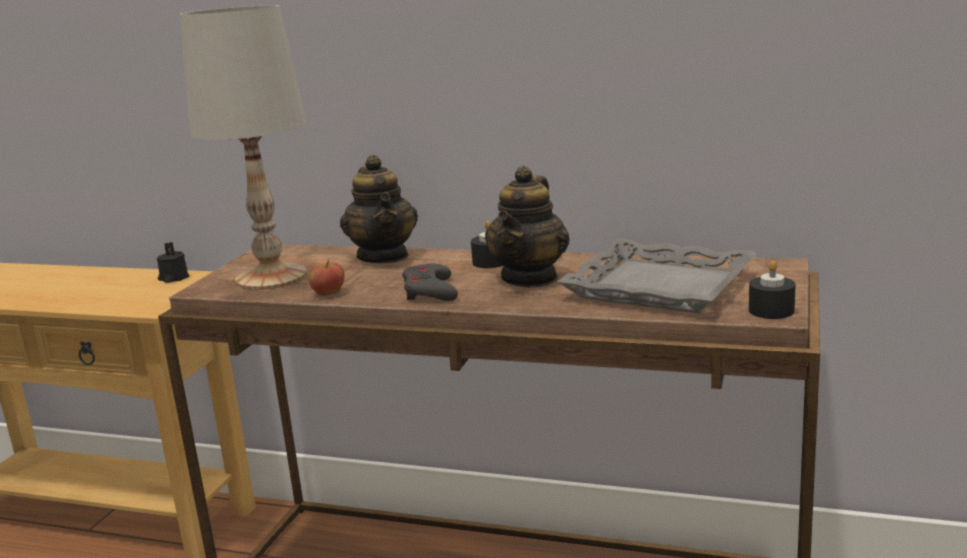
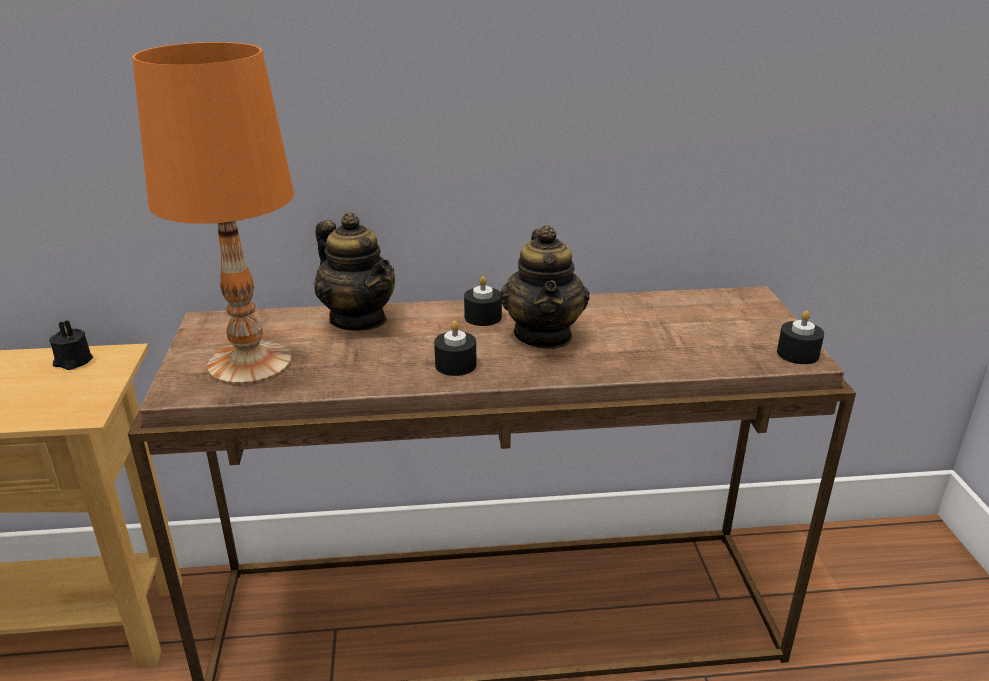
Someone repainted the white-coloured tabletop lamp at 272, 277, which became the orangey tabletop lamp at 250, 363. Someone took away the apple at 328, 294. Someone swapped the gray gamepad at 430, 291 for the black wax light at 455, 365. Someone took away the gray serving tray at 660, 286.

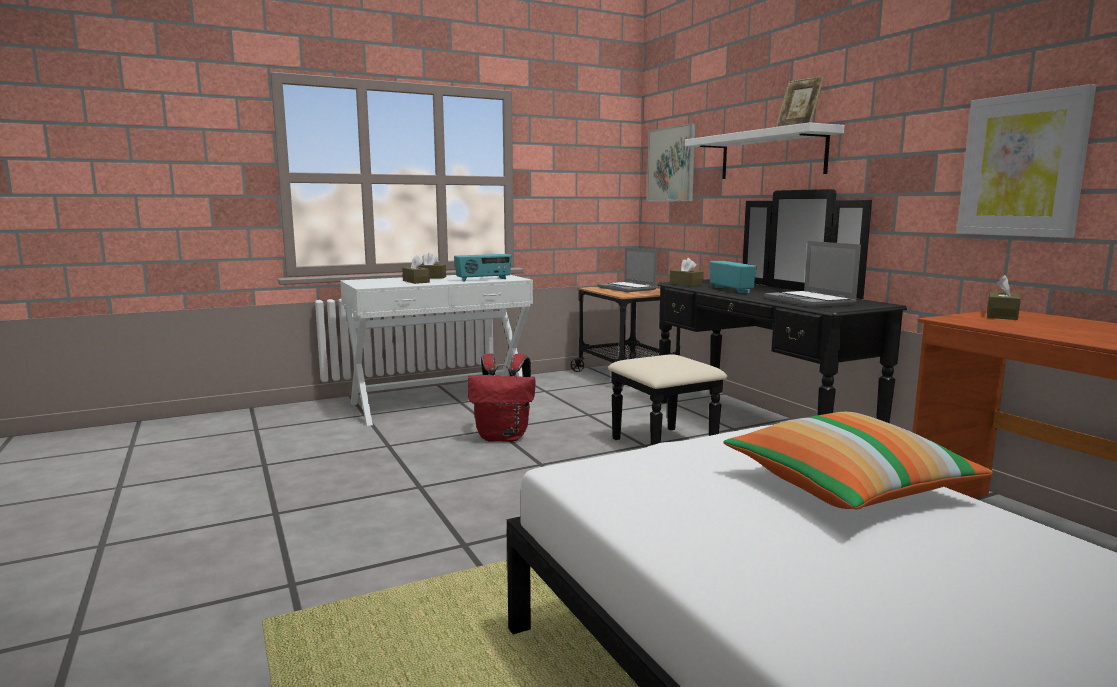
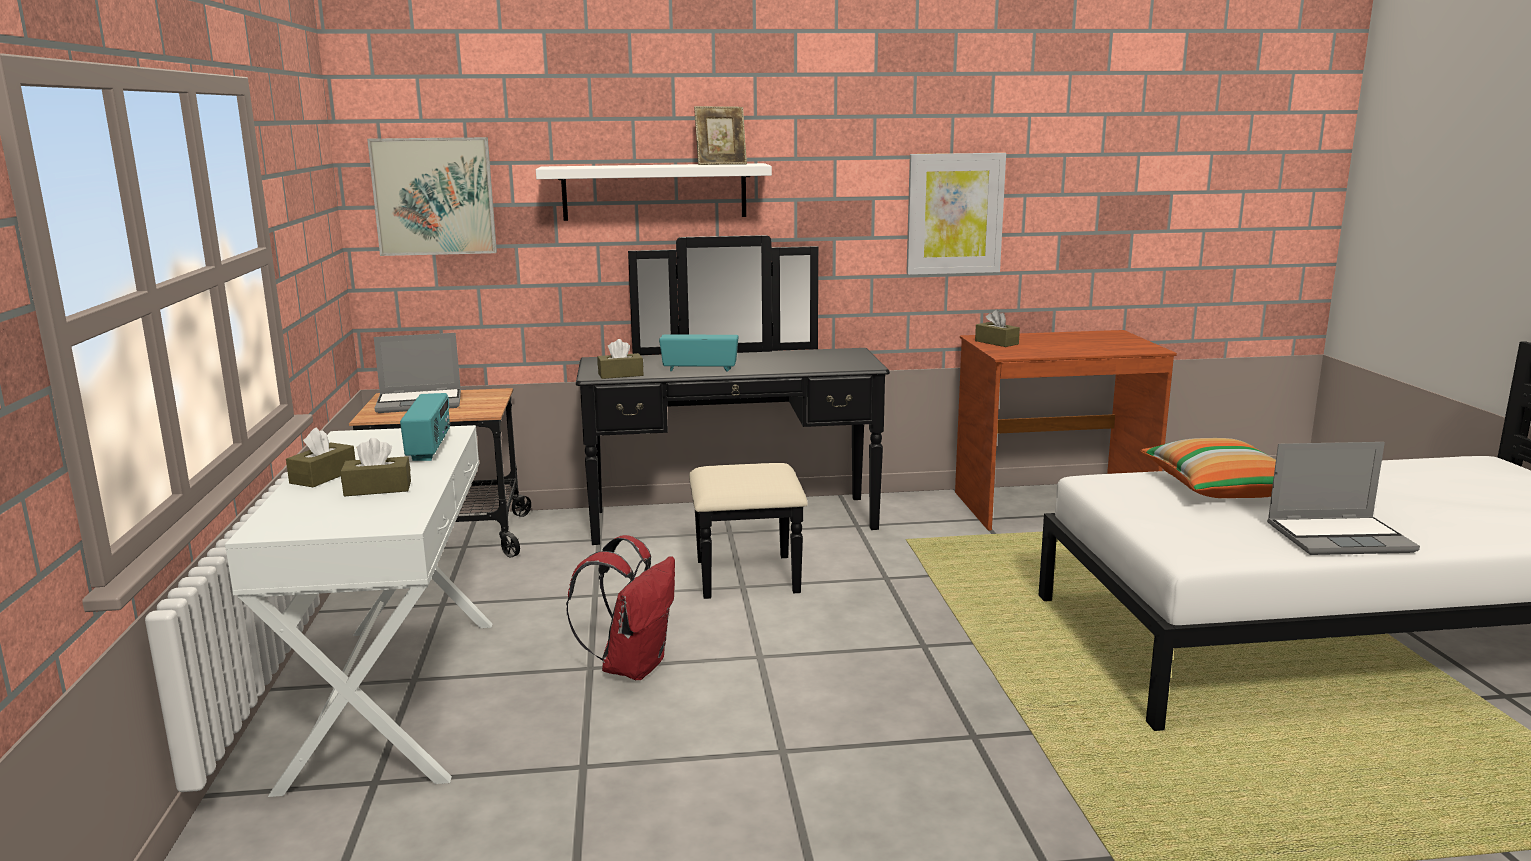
Someone carried the laptop from 810, 301 to 1340, 537.

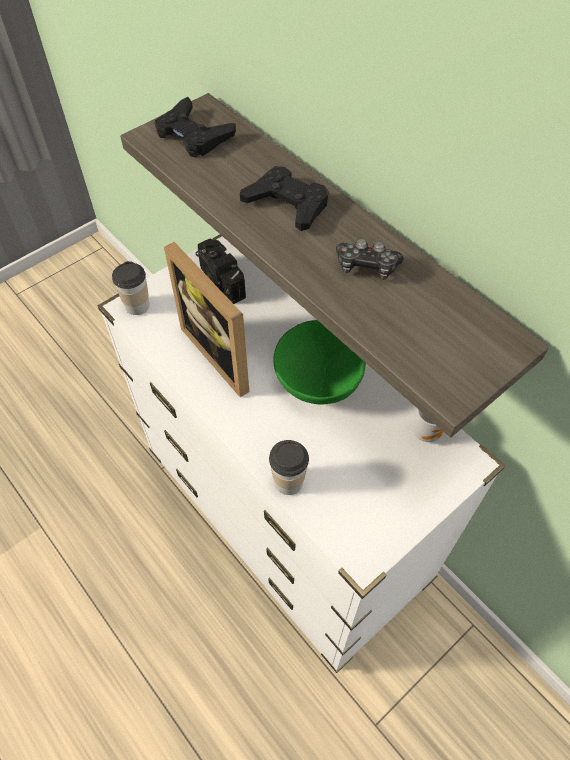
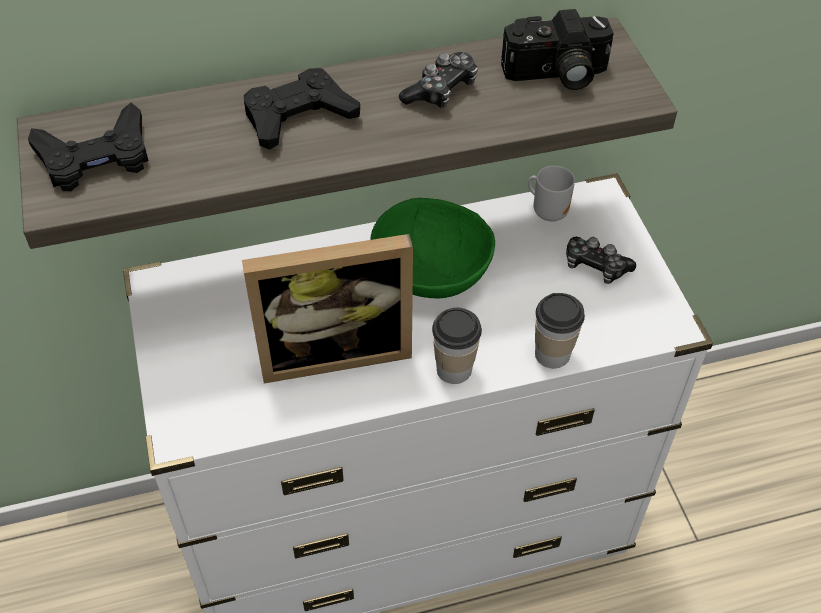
Someone carried the cup from 137, 306 to 454, 369. Someone carried the photo camera from 215, 283 to 556, 75. Someone put down the gamepad at 595, 266.

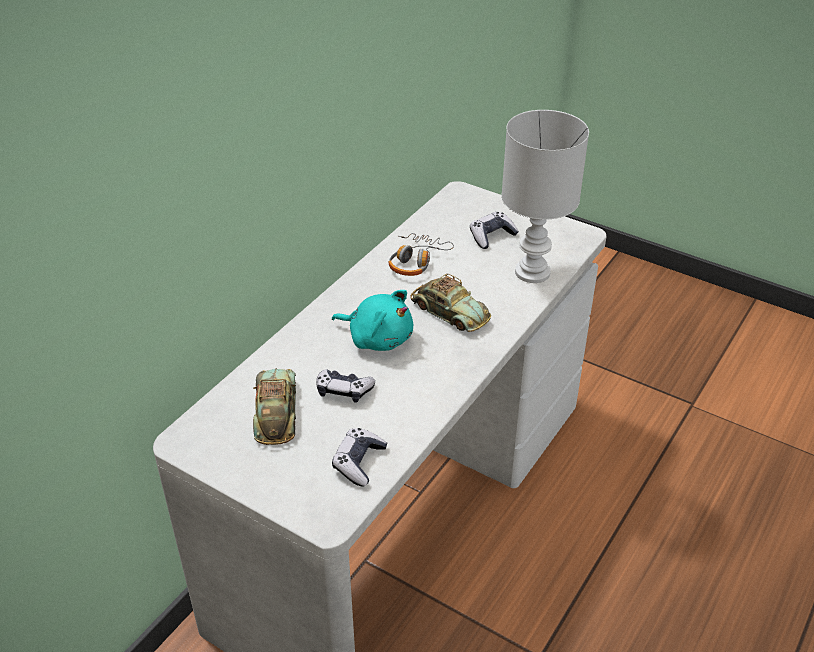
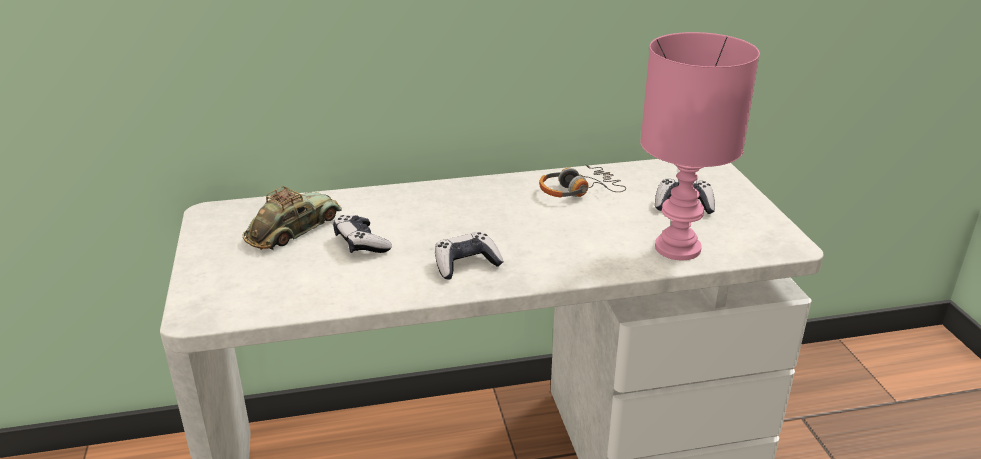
Someone took away the blue-green cuddly toy at 378, 338. Someone carried the gamepad from 359, 462 to 466, 264. Someone took away the model car at 449, 312. Someone repainted the white-coloured tabletop lamp at 532, 271, which became the pink-coloured tabletop lamp at 679, 248.

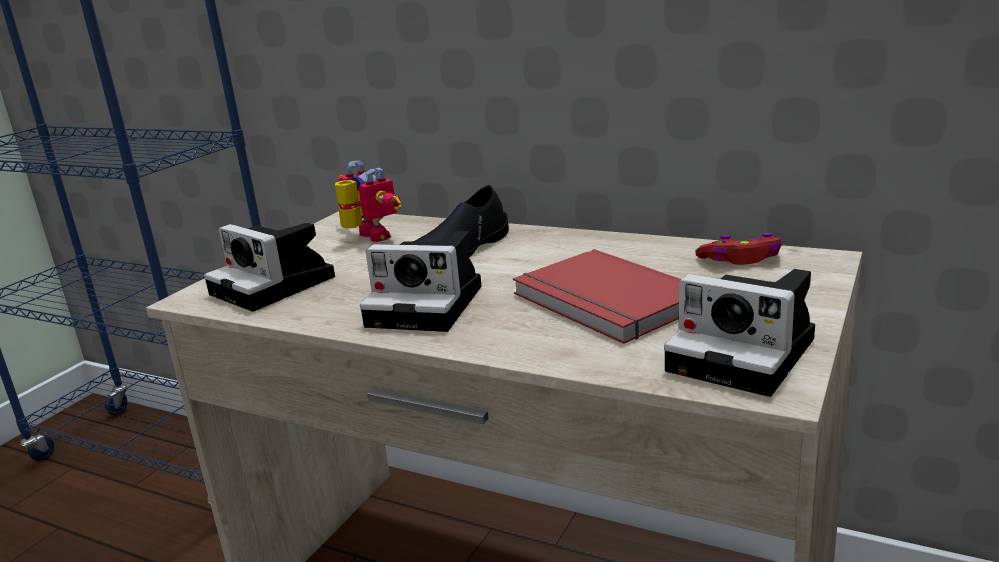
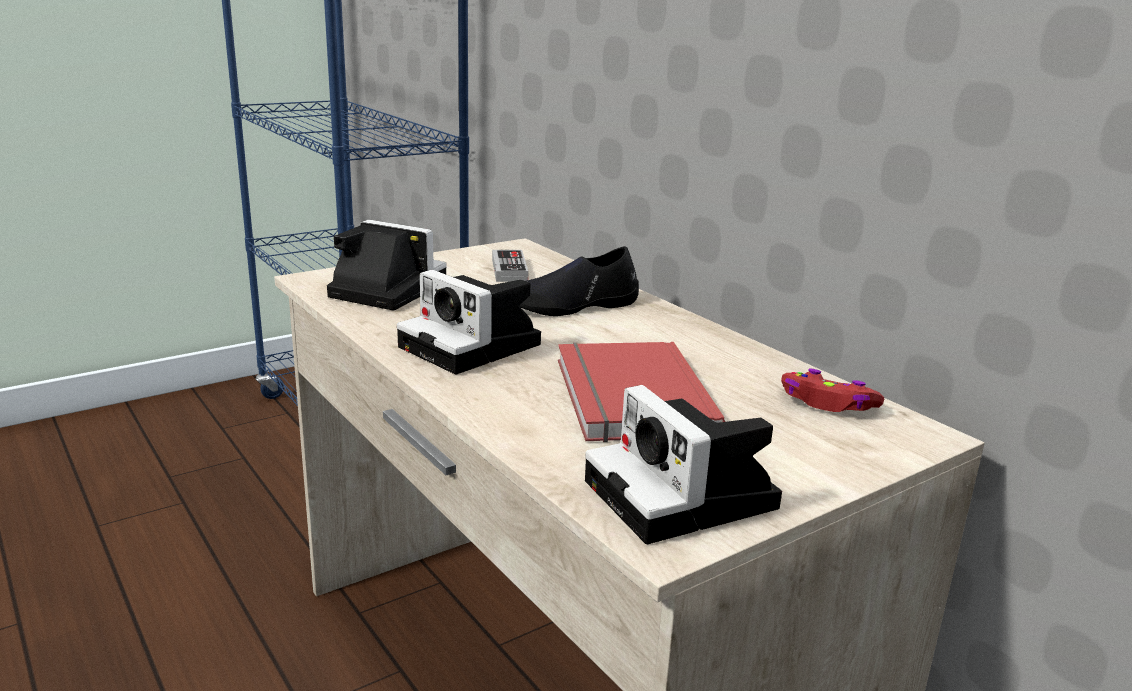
Someone rotated the photo camera at 277, 286 by 135 degrees clockwise. Someone swapped the toy robot at 367, 238 for the gamepad at 509, 270.

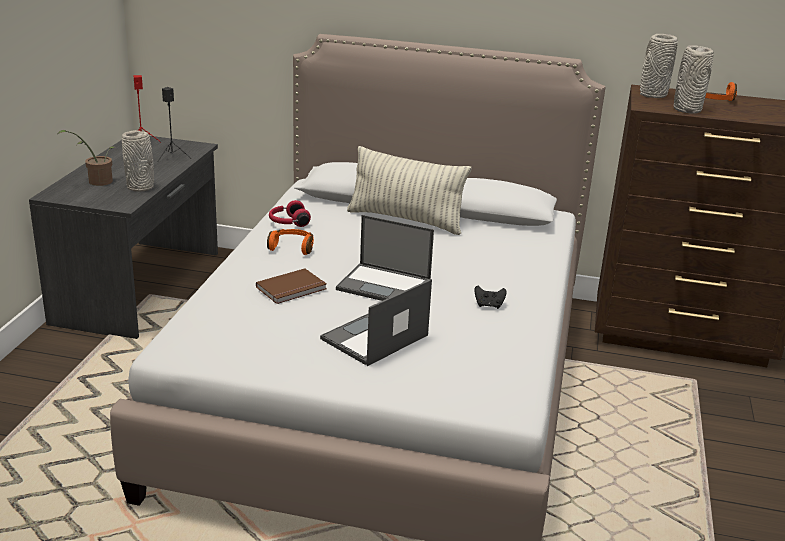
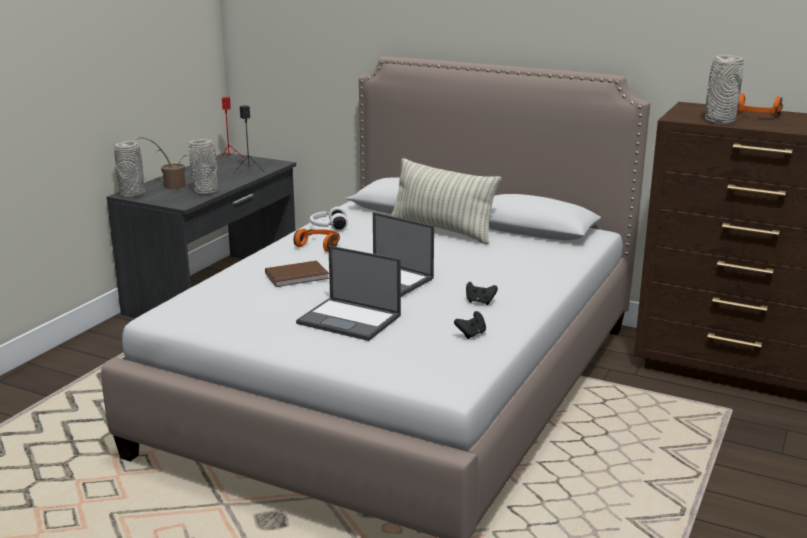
Someone repainted the red-coloured headphones at 288, 223, which became the white-coloured headphones at 328, 227. Someone rotated the laptop at 374, 338 by 120 degrees counterclockwise. Someone carried the gray vase from 652, 94 to 132, 194. Someone put down the black gamepad at 471, 334.

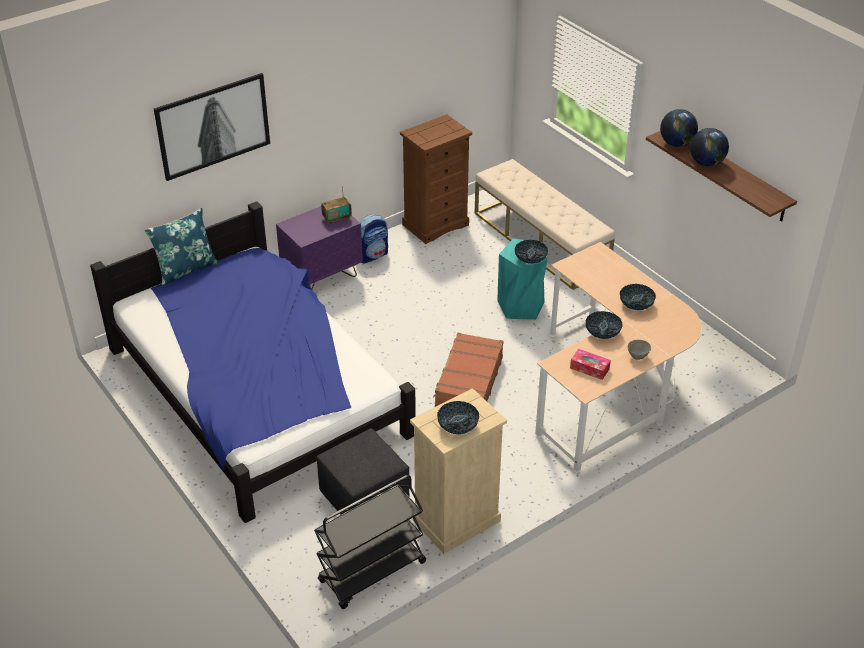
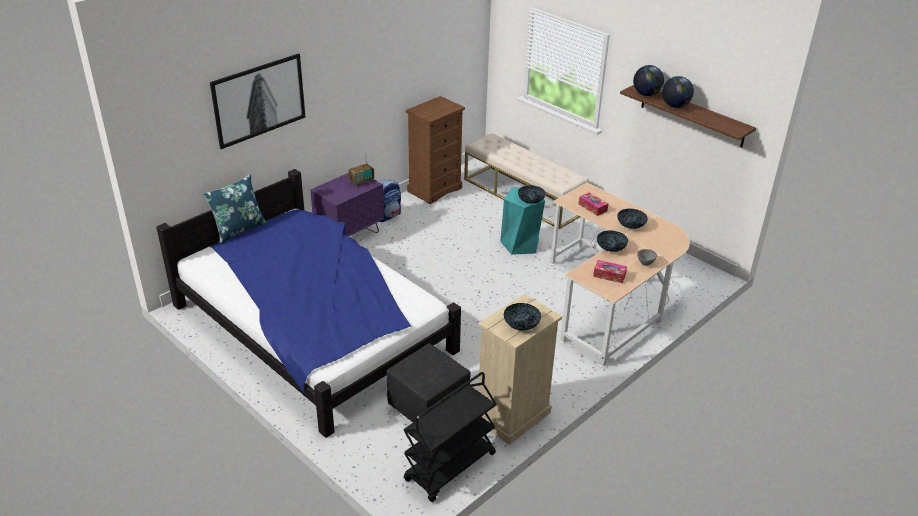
Someone took away the brown-coloured piece of luggage at 468, 382. Someone put down the tissue box at 592, 207.

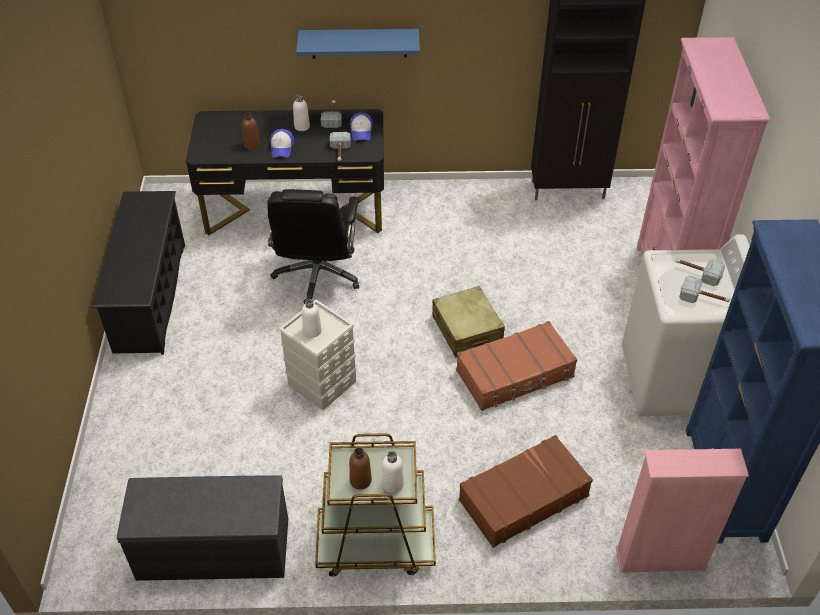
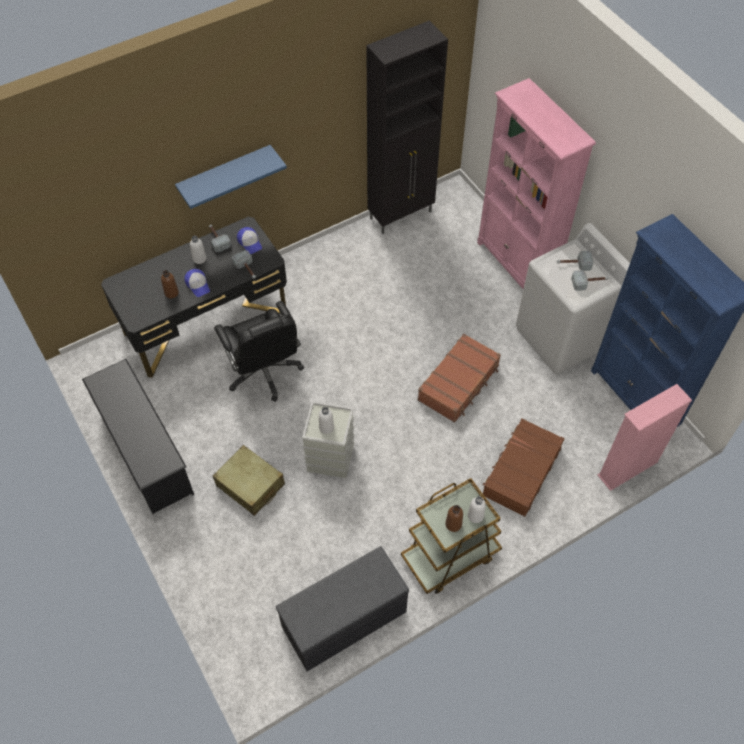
Someone carried the beige-coloured piece of luggage from 467, 330 to 250, 485.

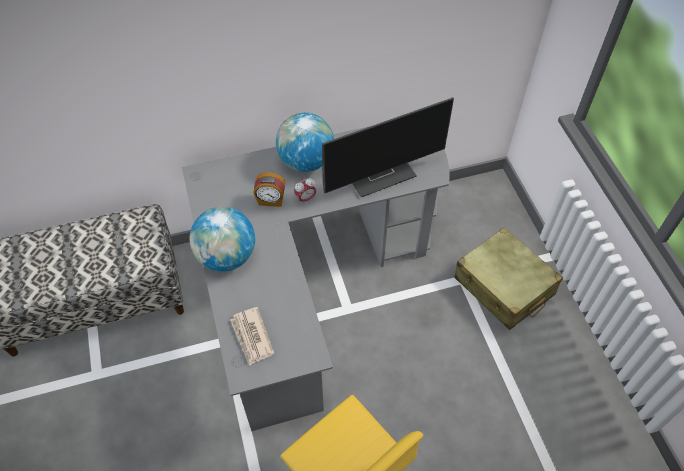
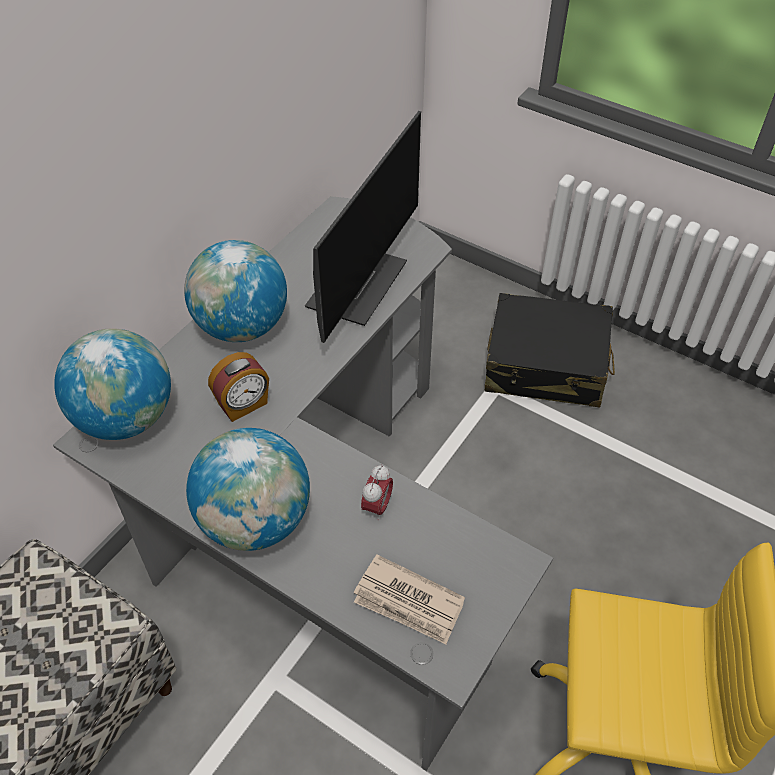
Someone carried the table clock from 305, 198 to 377, 506. Someone repainted the beige-coloured piece of luggage at 504, 286, which became the black piece of luggage at 546, 365. Someone put down the world globe at 126, 418.

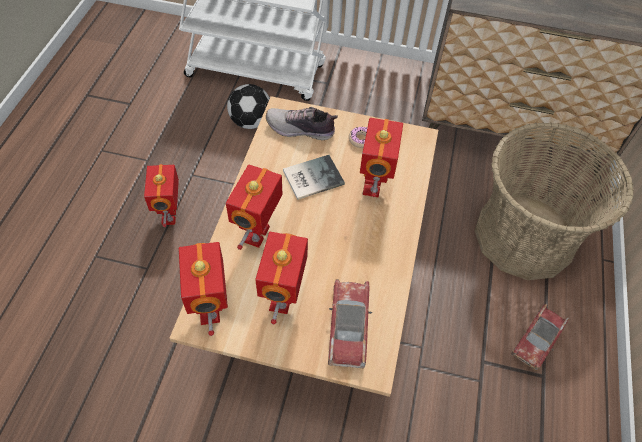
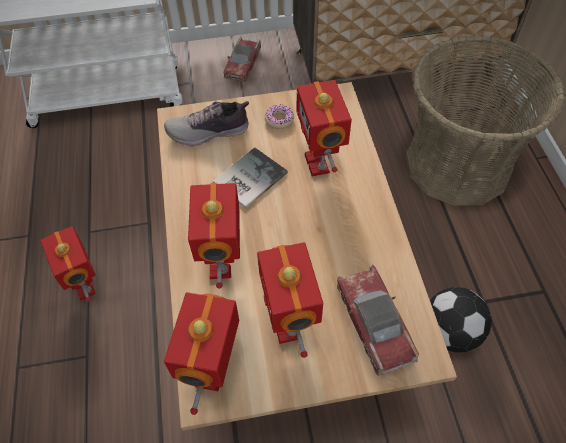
Someone rotated the toy robot at 211, 310 by 45 degrees clockwise. Someone carried the ball for football from 251, 121 to 449, 331. Someone carried the model car from 537, 340 to 243, 64.

